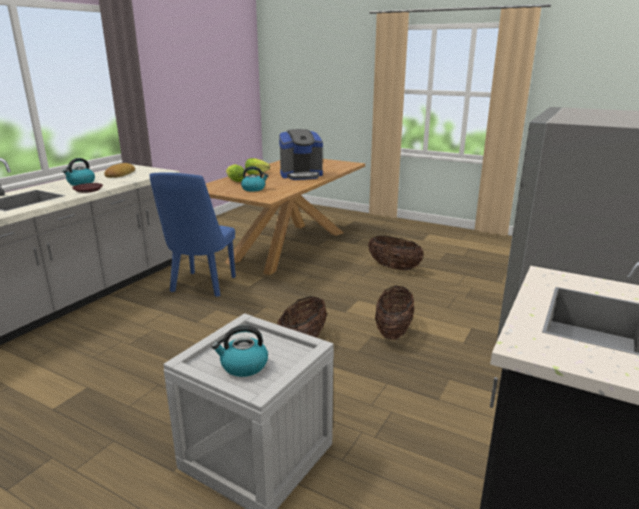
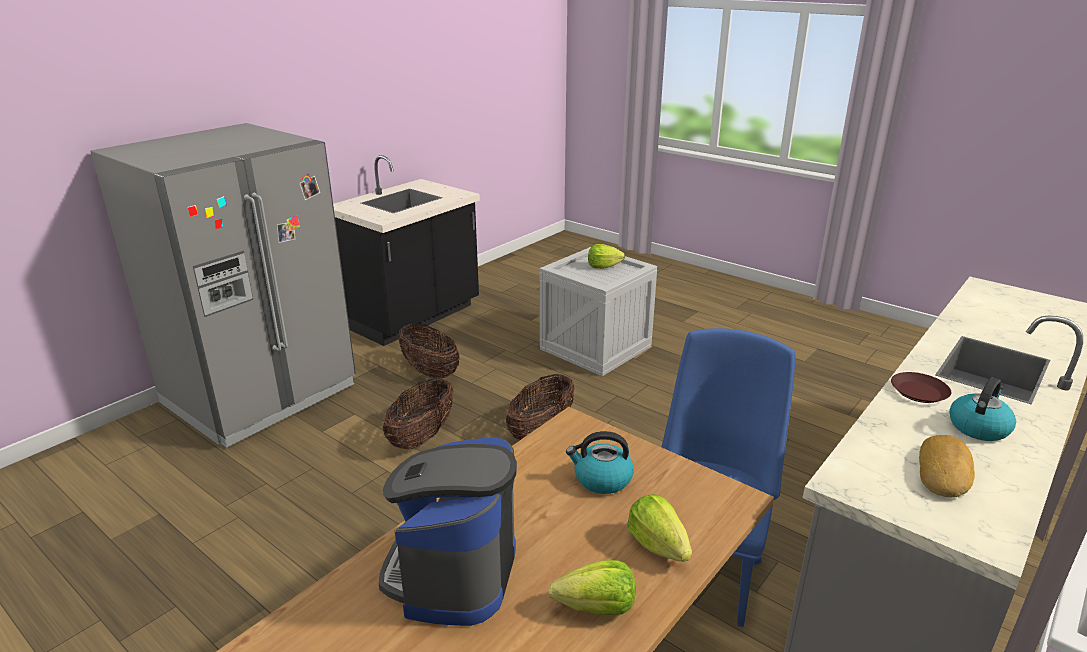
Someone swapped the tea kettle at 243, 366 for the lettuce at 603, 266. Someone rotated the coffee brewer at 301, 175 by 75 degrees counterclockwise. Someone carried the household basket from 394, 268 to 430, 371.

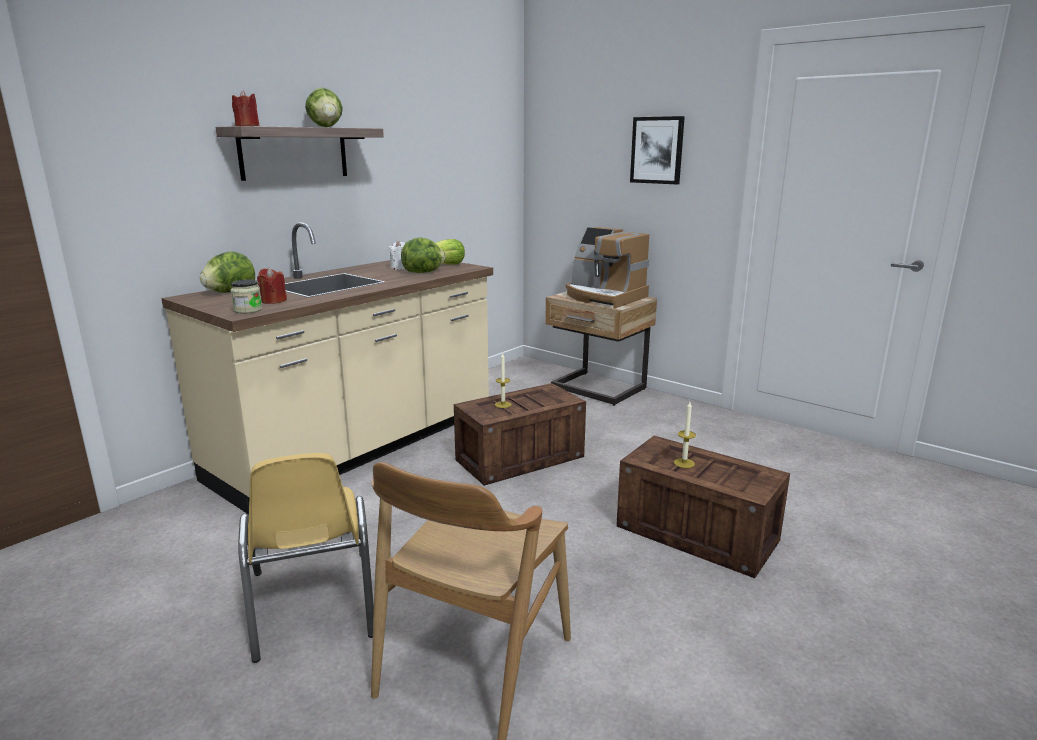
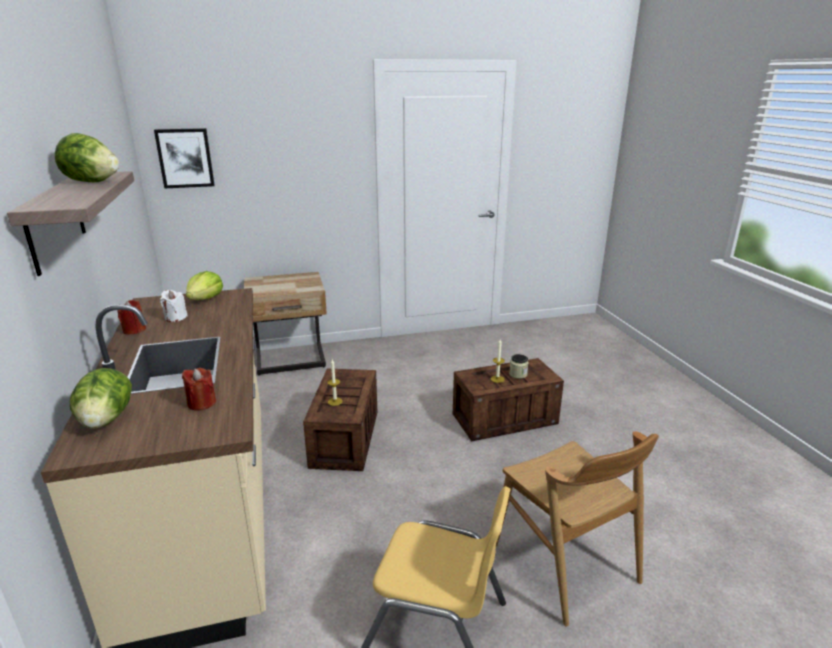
Someone carried the storage jar from 248, 310 to 518, 374. Someone carried the red-coloured wax light from 247, 126 to 134, 330. Someone took away the lettuce at 423, 272. Someone took away the coffee brewer at 604, 297. Someone carried the picture from 657, 150 to 185, 158.

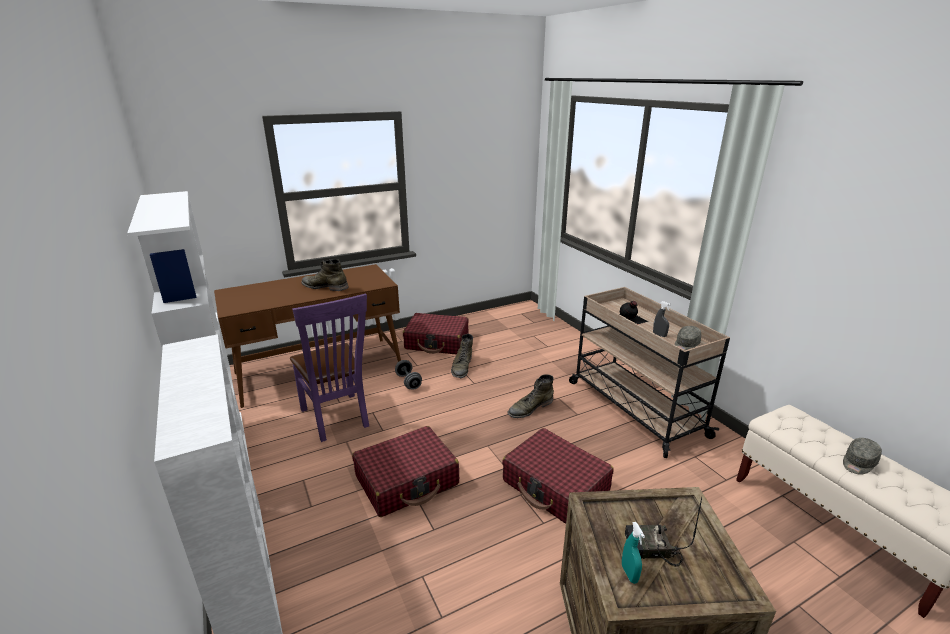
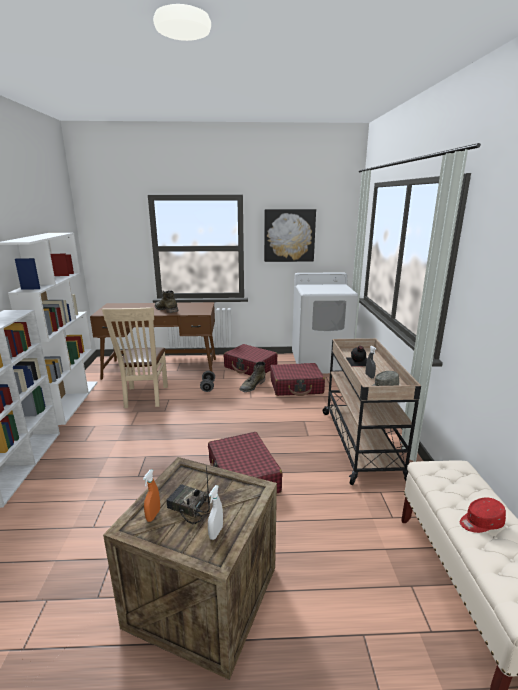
Someone repainted the purplish plain chair at 337, 419, which became the beige-coloured plain chair at 144, 398. Someone carried the red-coloured piece of luggage from 407, 480 to 296, 386. Someone took away the green-coloured tall boot at 530, 408. Someone repainted the blue-green sprayer at 629, 573, which became the orangey sprayer at 153, 515. Someone repainted the gray baseball cap at 858, 463, which became the red-coloured baseball cap at 480, 522. Someone put down the white-coloured sprayer at 216, 532. Someone put up the picture at 289, 235. Someone put down the white-coloured washing machine at 320, 363.

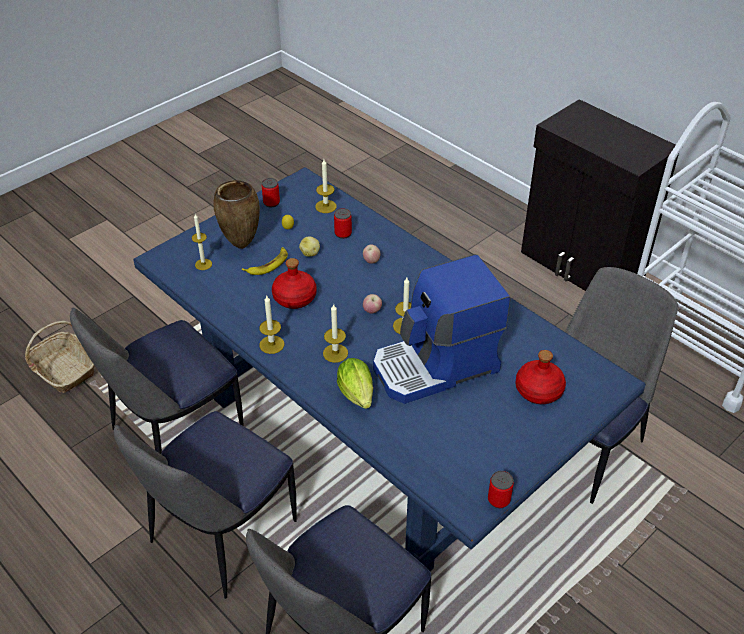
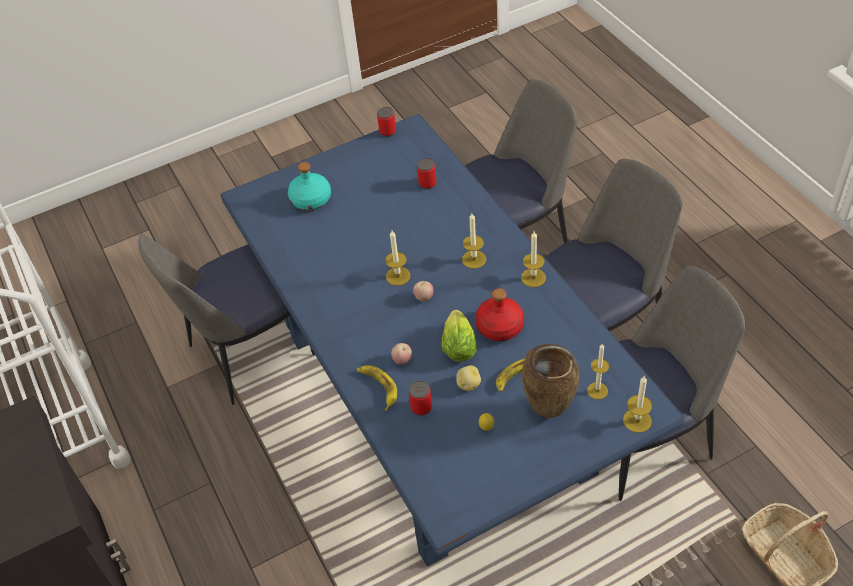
Someone carried the metal can from 271, 203 to 427, 183. Someone carried the wax light from 326, 206 to 637, 420. Someone carried the lettuce from 358, 396 to 458, 344. Someone took away the coffee brewer at 436, 367. Someone repainted the red-coloured beverage bottle at 538, 390, which became the blue-green beverage bottle at 311, 200. Someone put down the banana at 378, 387.

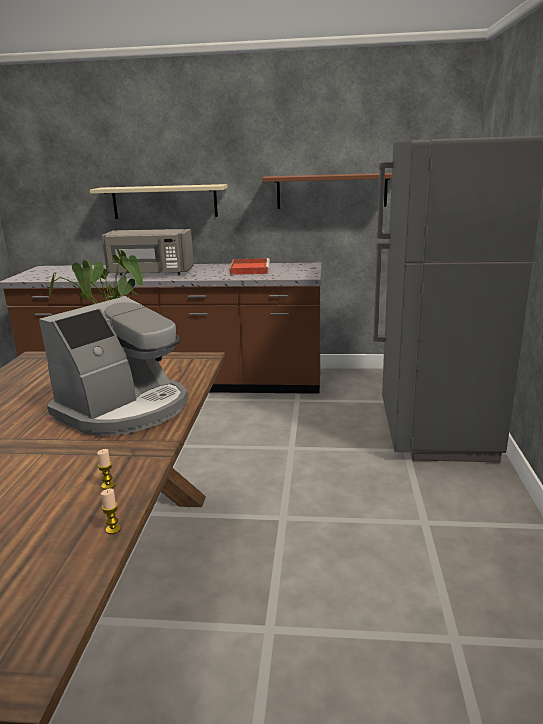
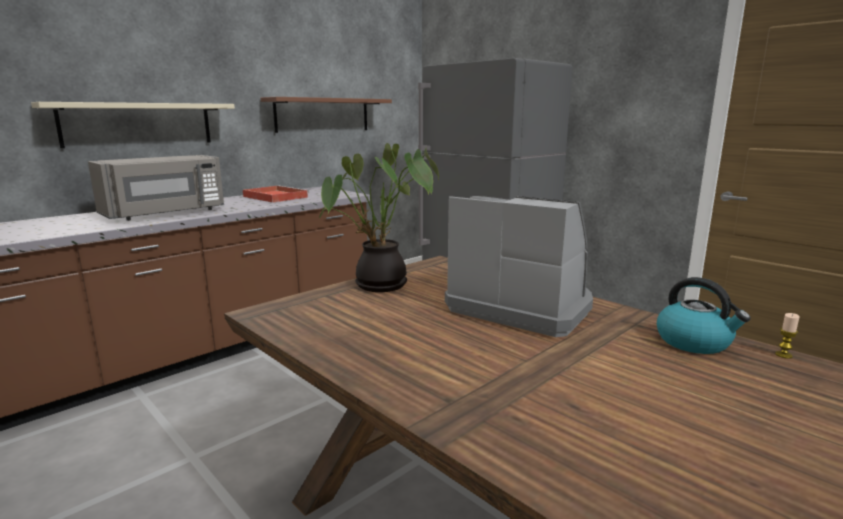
Someone rotated the coffee brewer at 125, 409 by 45 degrees counterclockwise. Someone swapped the wax light at 108, 485 for the tea kettle at 694, 342.

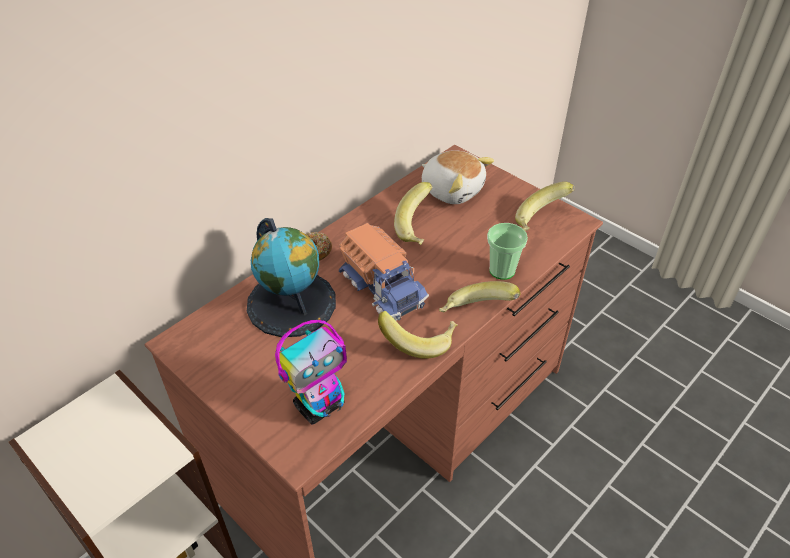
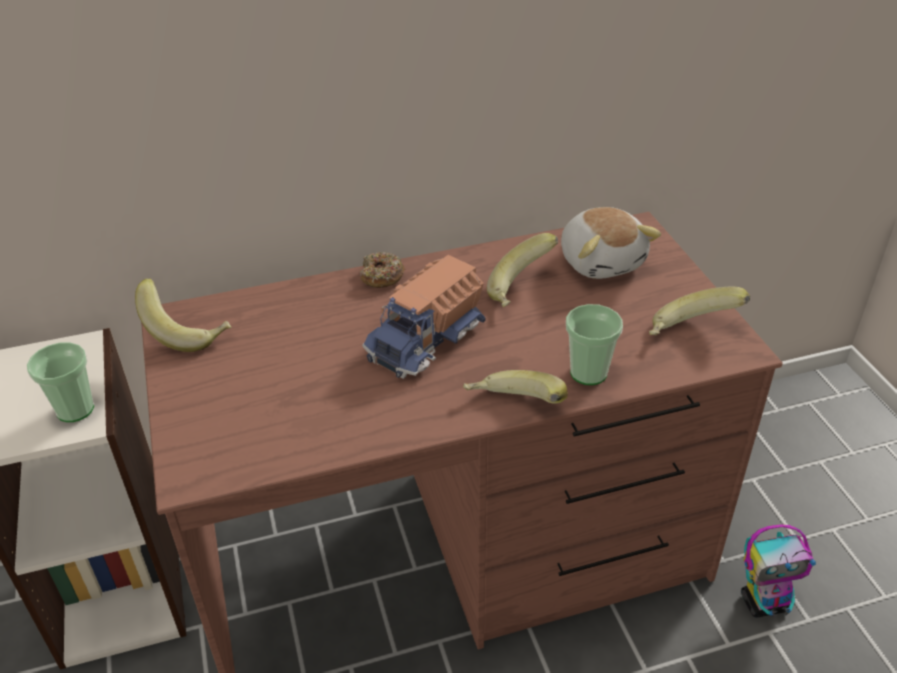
Someone took away the world globe at 292, 303. Someone carried the toy robot from 320, 405 to 765, 603. Someone rotated the model truck at 383, 286 by 45 degrees clockwise. Someone carried the banana from 419, 341 to 187, 332. Someone put down the cup at 75, 409.

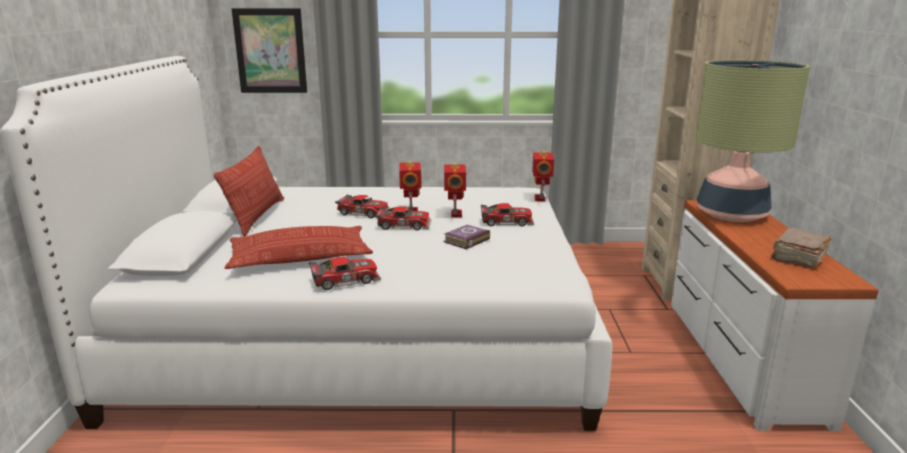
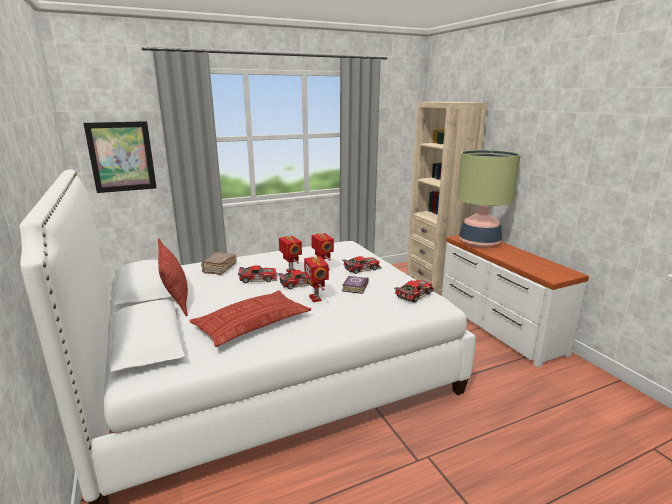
Someone carried the model car from 345, 279 to 413, 294. Someone carried the toy robot from 541, 198 to 316, 298. Someone carried the brown-coloured bound book from 798, 257 to 219, 269.

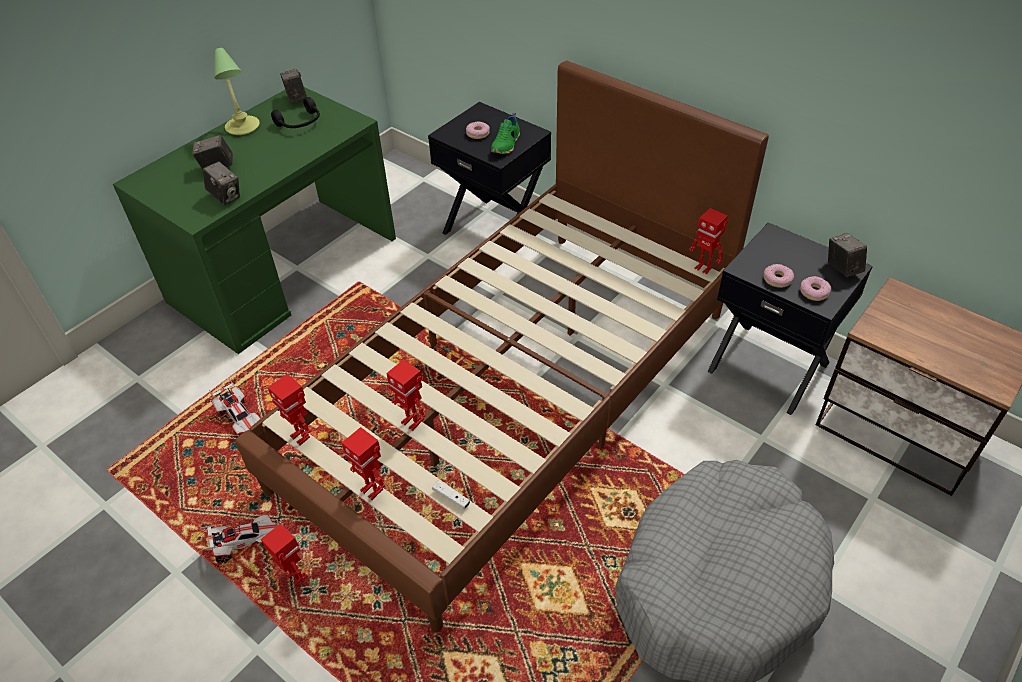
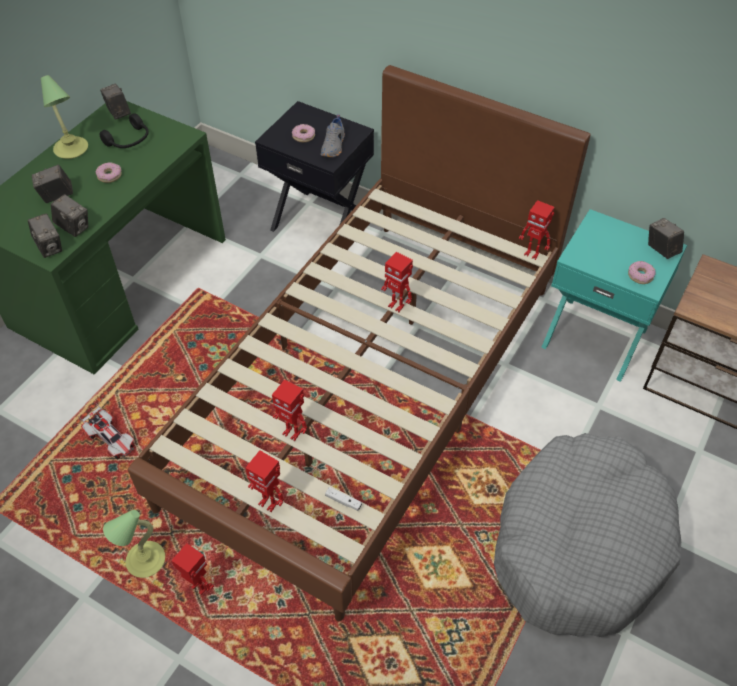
Someone swapped the model car at 245, 542 for the tabletop lamp at 144, 560. Someone carried the toy robot from 301, 436 to 397, 305. Someone repainted the green-coloured item of footwear at 506, 144, which became the gray item of footwear at 334, 146. Someone repainted the black nightstand at 769, 366, which became the blue-green nightstand at 595, 336. Someone carried the doughnut from 777, 279 to 109, 175. Someone put down the photo camera at 50, 247.

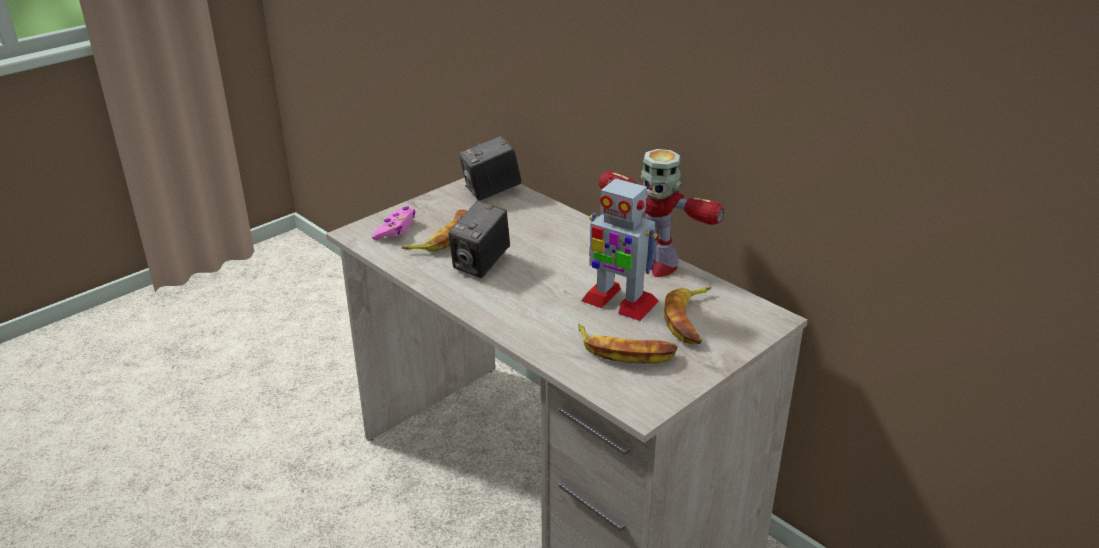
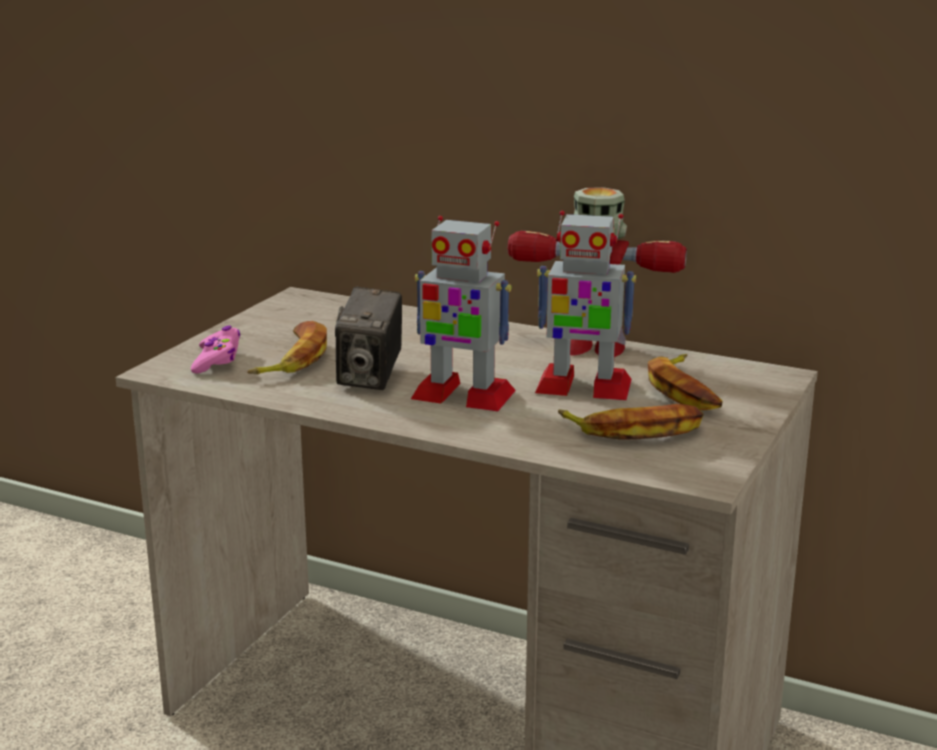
Someone took away the photo camera at 491, 192. Someone put down the toy robot at 462, 395.

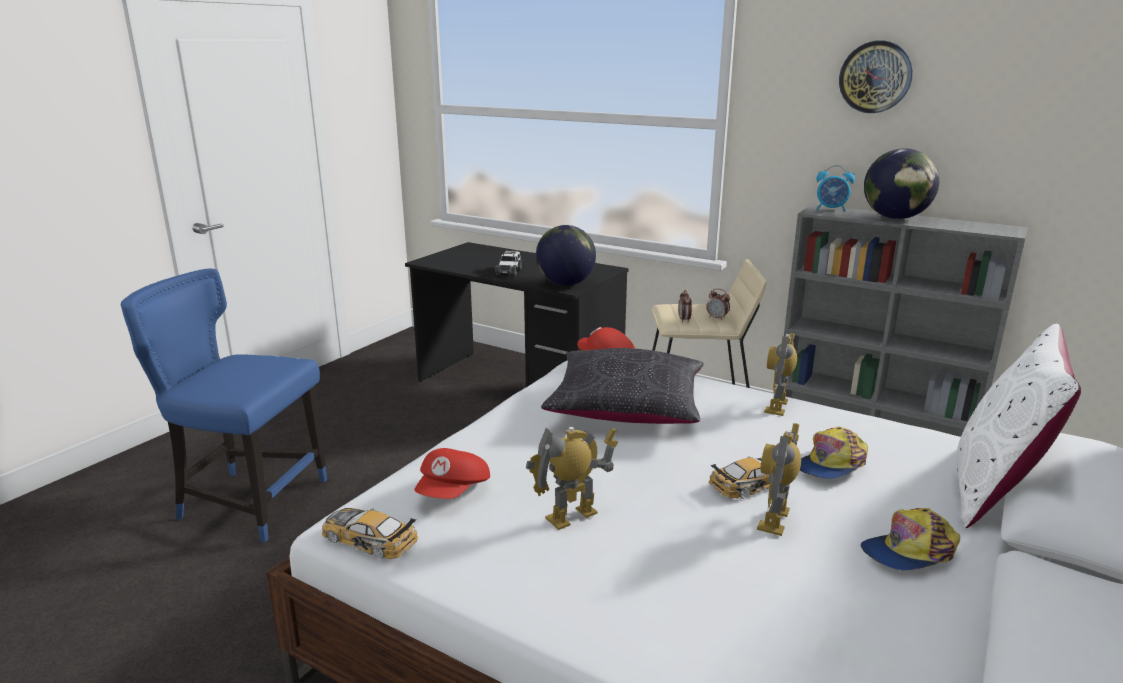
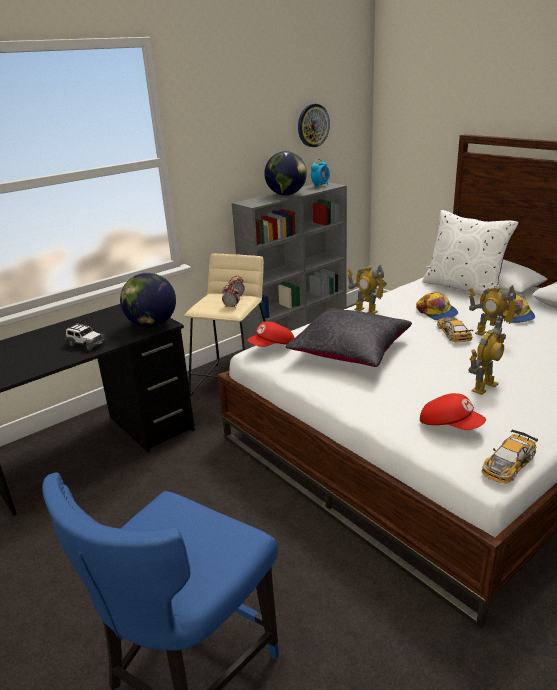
Someone rotated the toy robot at 572, 516 by 120 degrees counterclockwise. Someone carried the table clock from 831, 209 to 321, 186. Someone carried the clock on the wall from 875, 77 to 313, 125.

